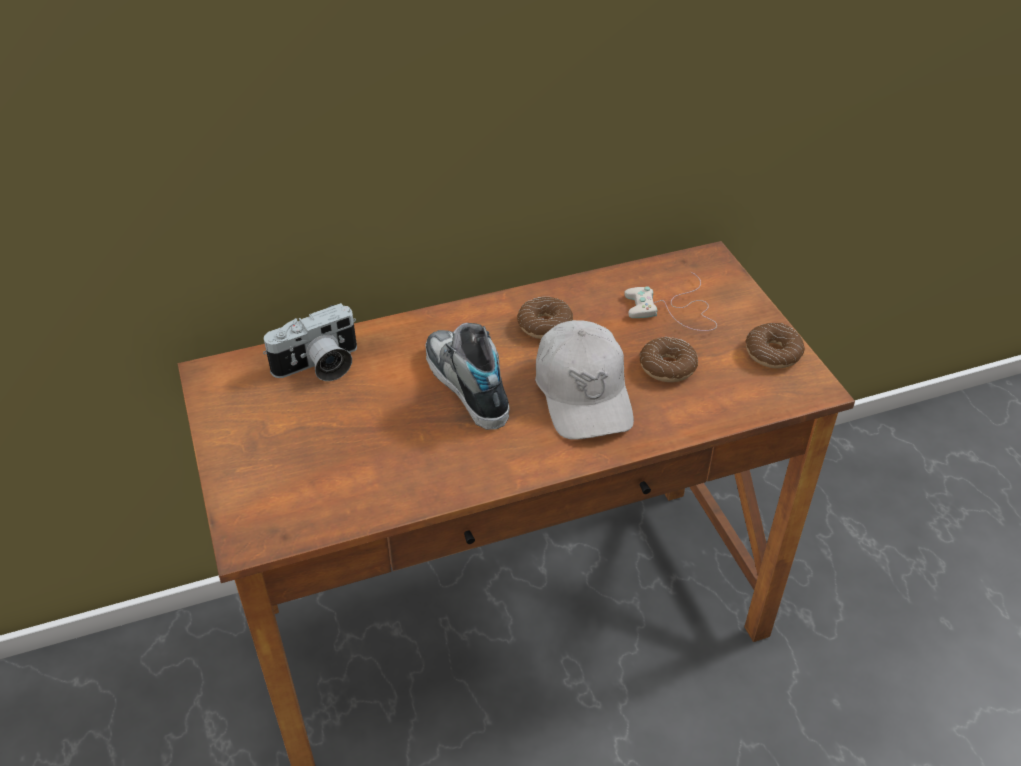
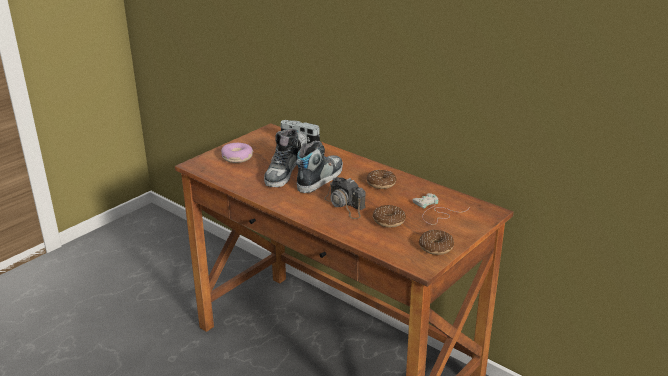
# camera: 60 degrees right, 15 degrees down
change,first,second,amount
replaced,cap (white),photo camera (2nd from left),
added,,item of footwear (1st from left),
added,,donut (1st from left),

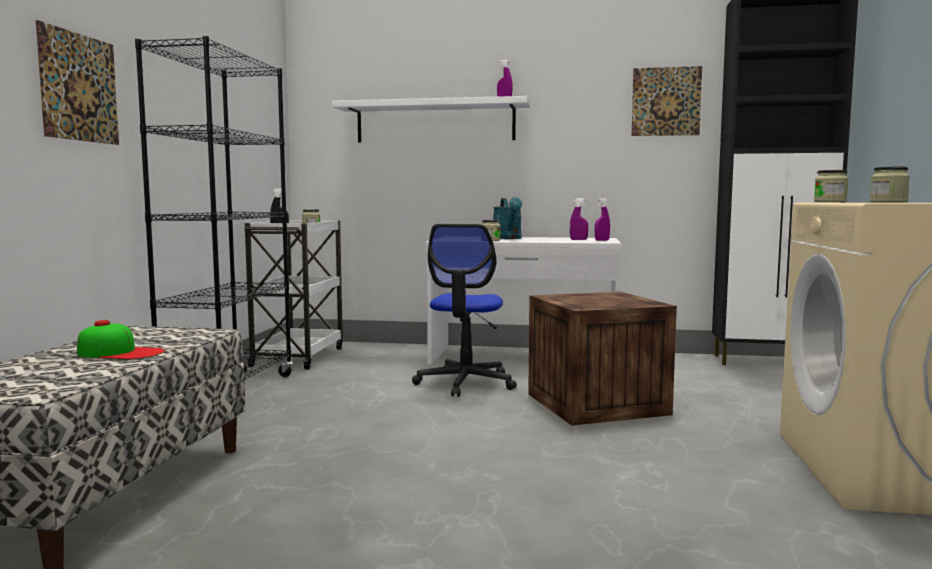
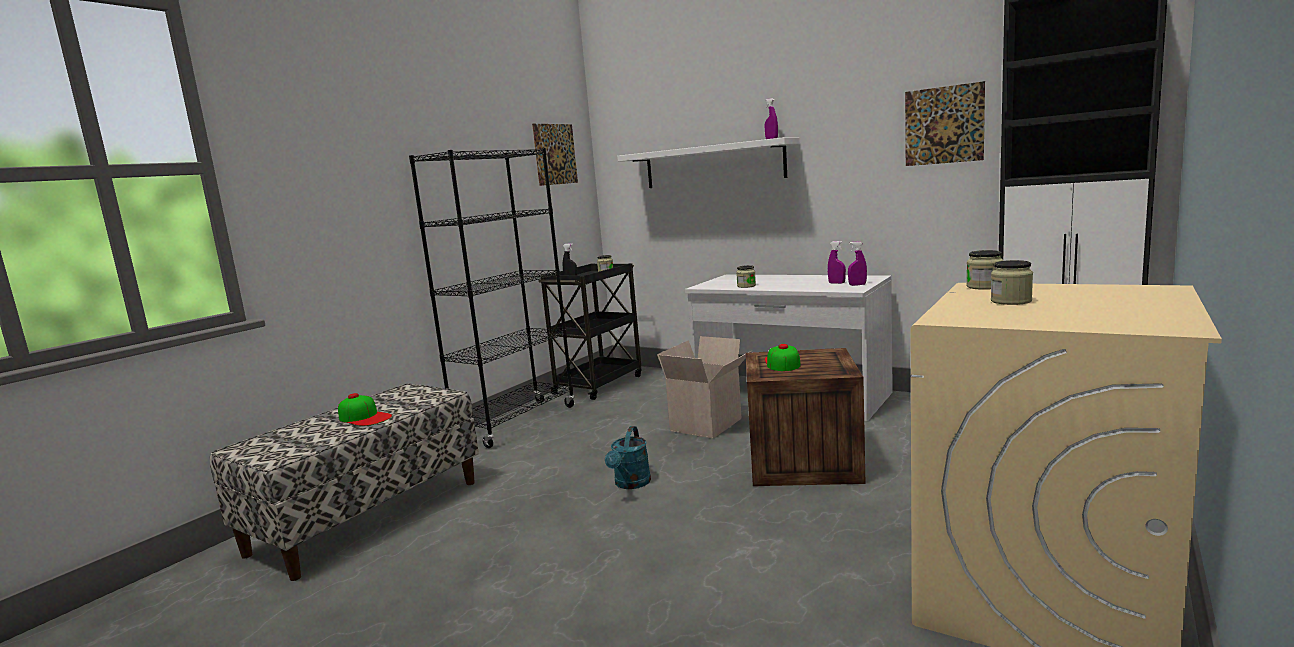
# camera: 25 degrees right, 5 degrees up
change,first,second,amount
moved,wall art (1st from left),,
moved,watering pot (turquoise-coloured),,
recoloured,cart (white),cart (black-coloured),
replaced,office chair,cardboard box,
added,,cap (2nd from left),

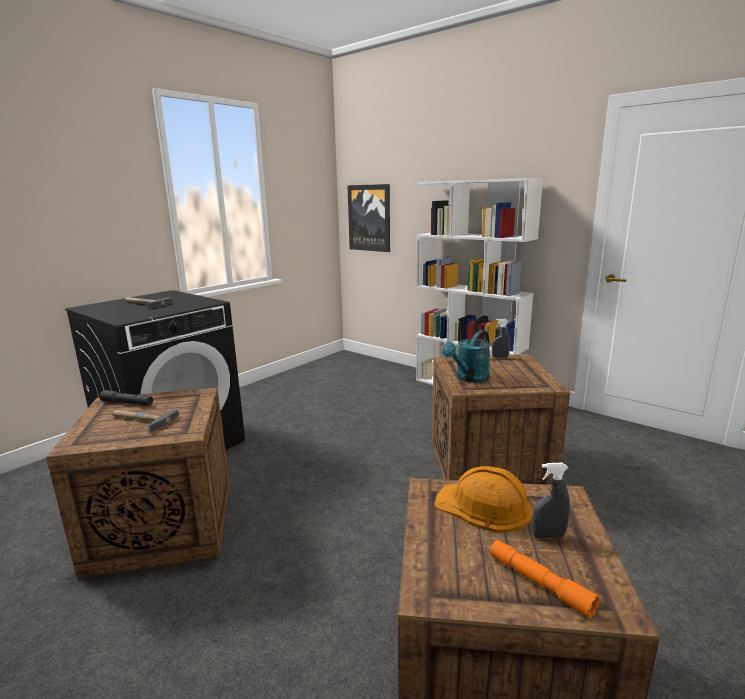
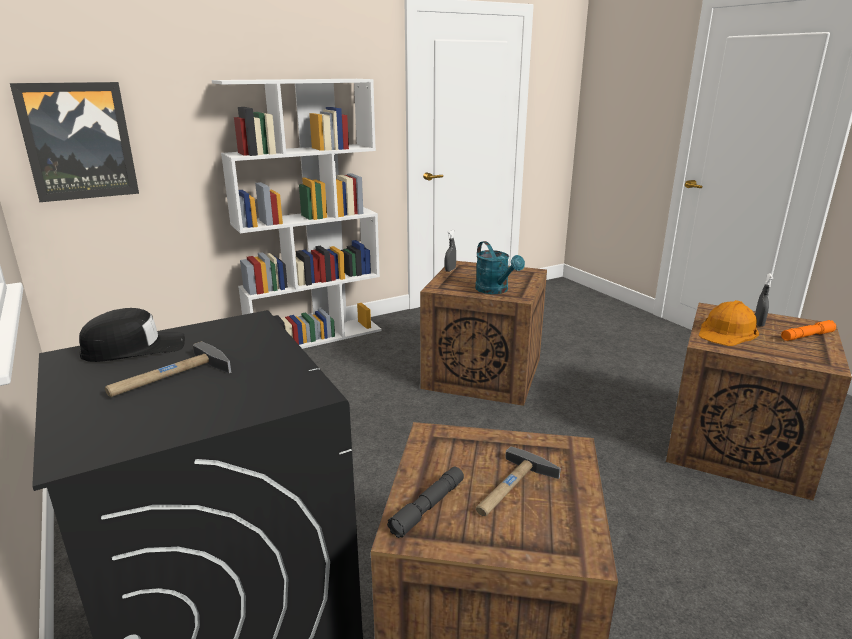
# camera: 70 degrees left, 5 degrees up
change,first,second,amount
added,,cap (black-coloured),

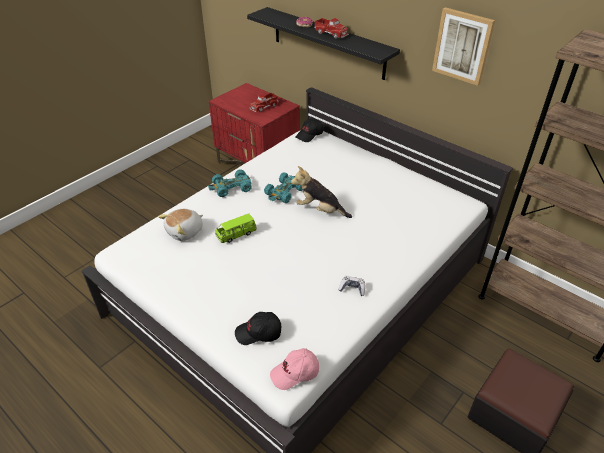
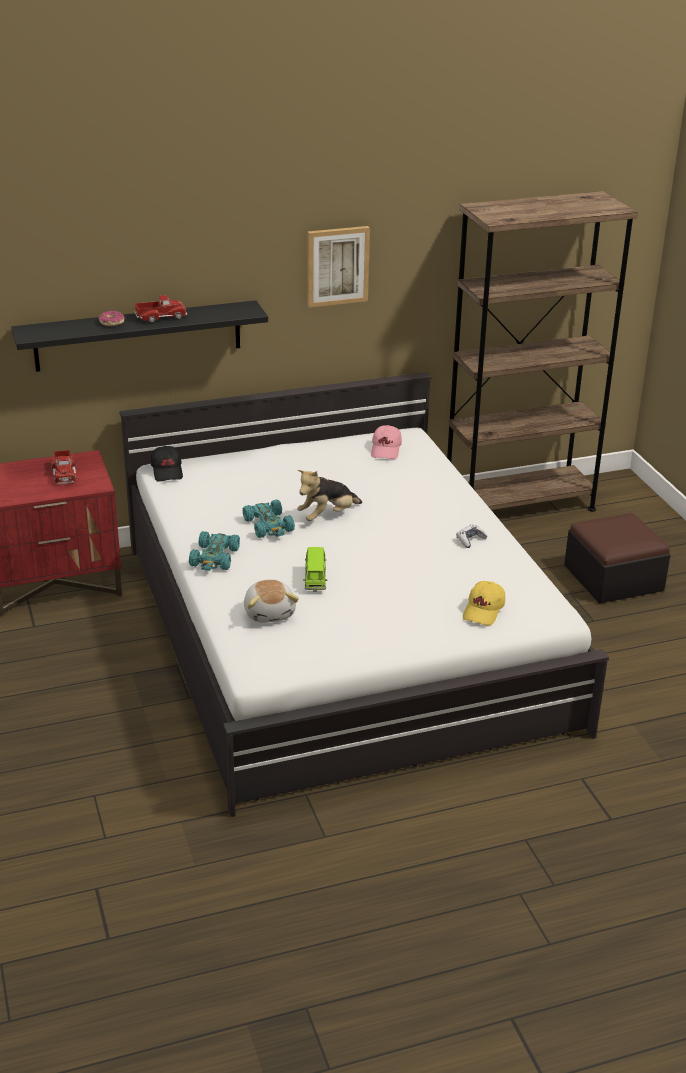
# camera: 60 degrees left, 10 degrees down
change,first,second,amount
recoloured,cap (black-coloured) (1st from left),cap (yellow-coloured),
moved,cap (pink-coloured),,

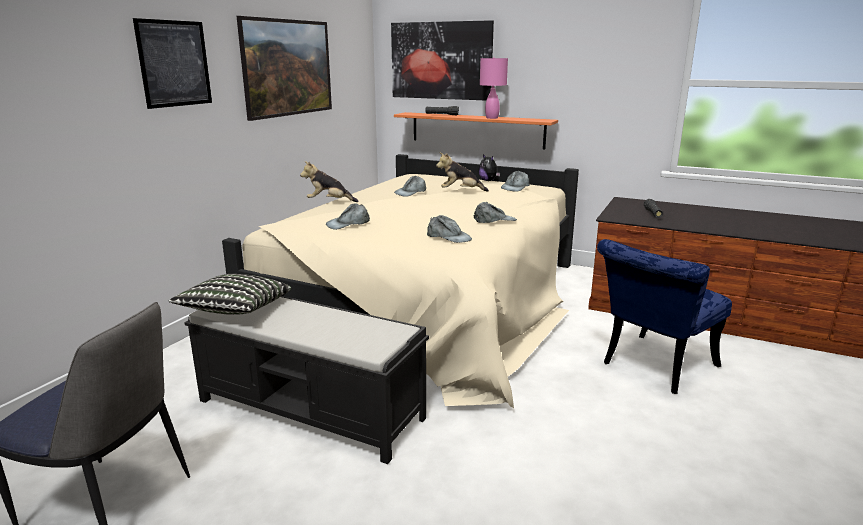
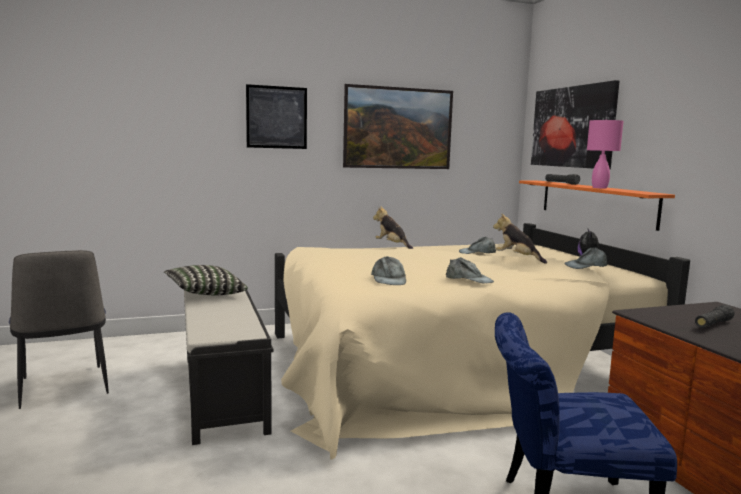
# camera: 45 degrees right, 10 degrees down
change,first,second,amount
removed,cap (gray) (1st from left),,

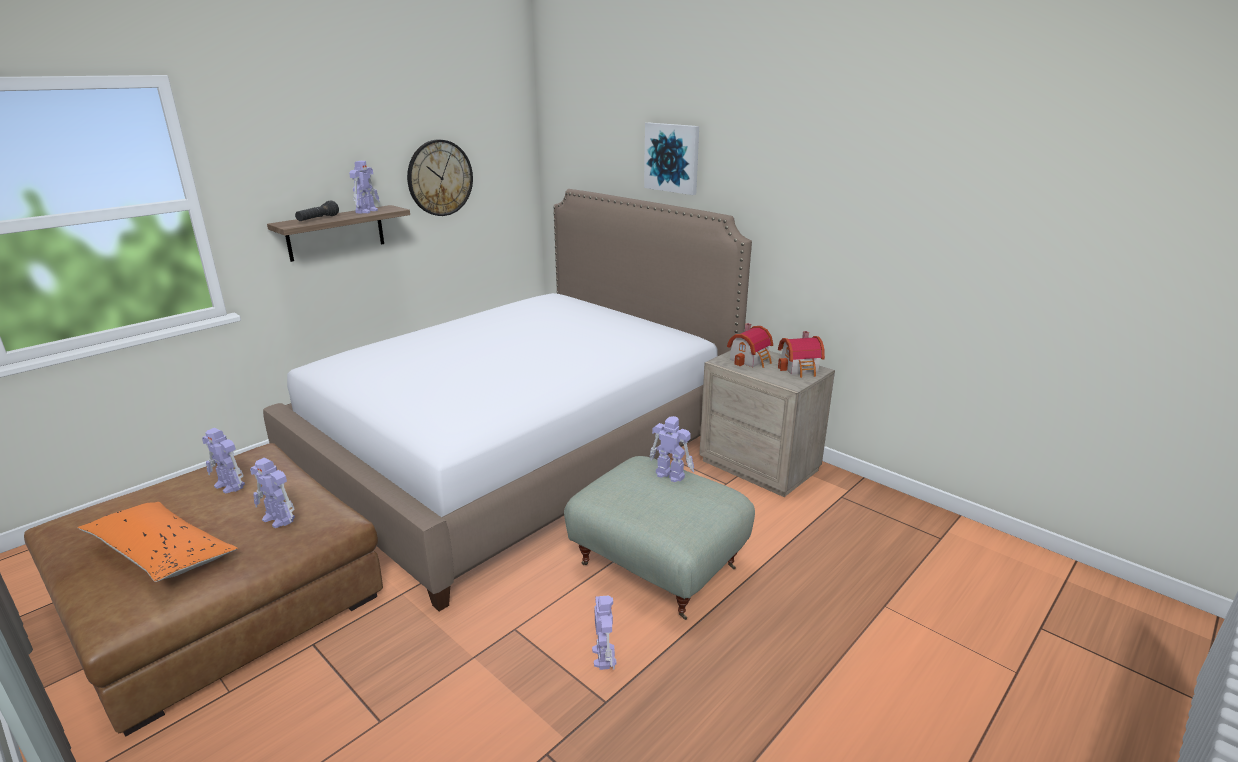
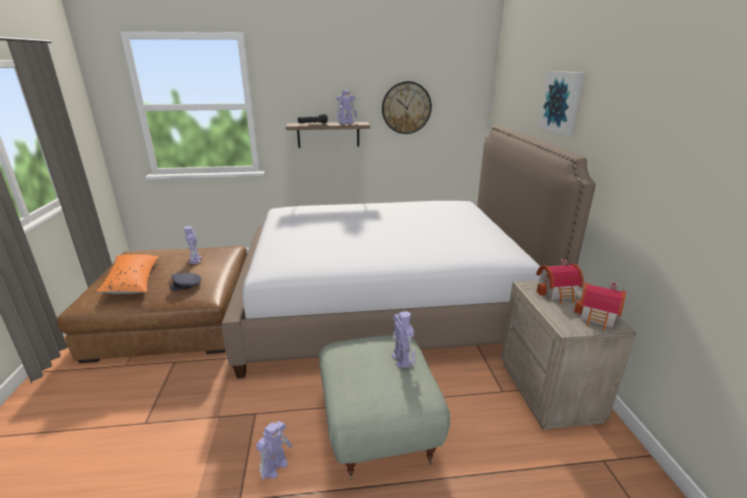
# camera: 40 degrees right, 0 degrees up
change,first,second,amount
replaced,robot figure (2nd from left),cap (gray),

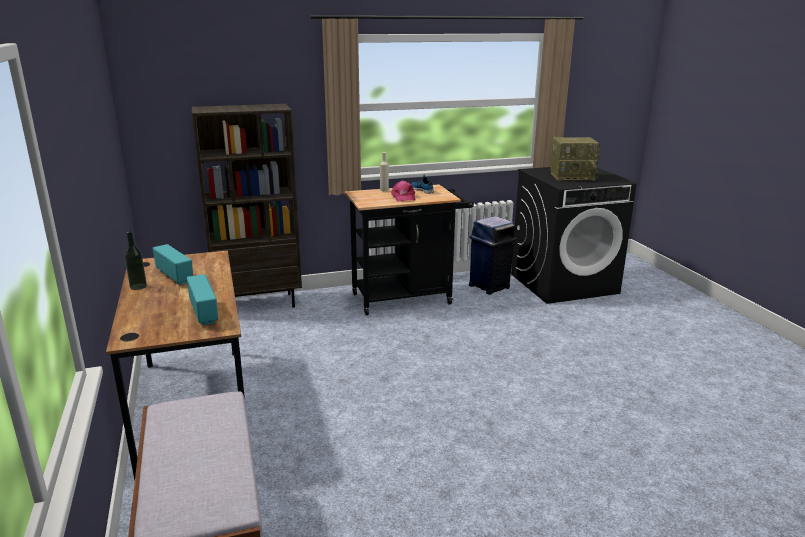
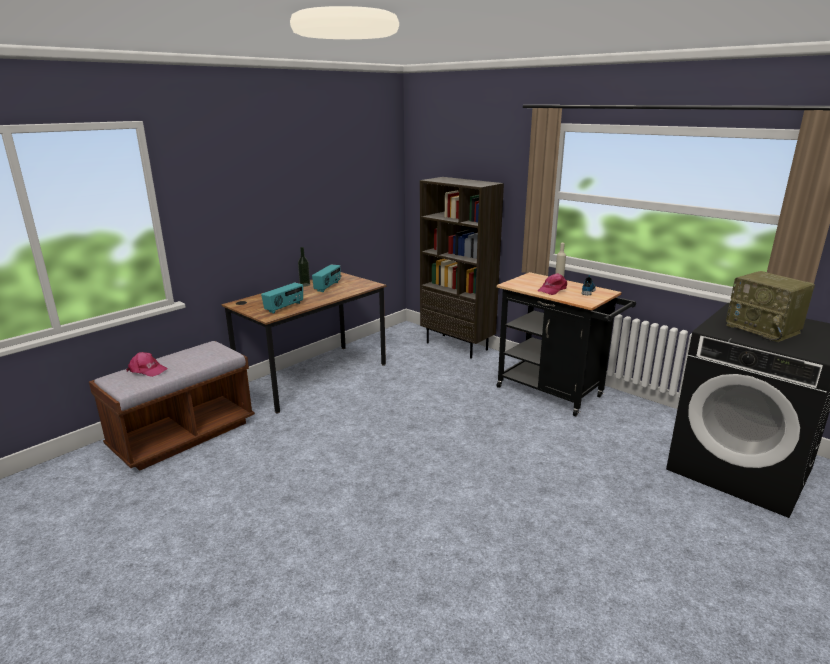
# camera: 60 degrees right, 0 degrees up
change,first,second,amount
removed,waste bin (bluish),,
added,,cap (pink-coloured) (1st from left),

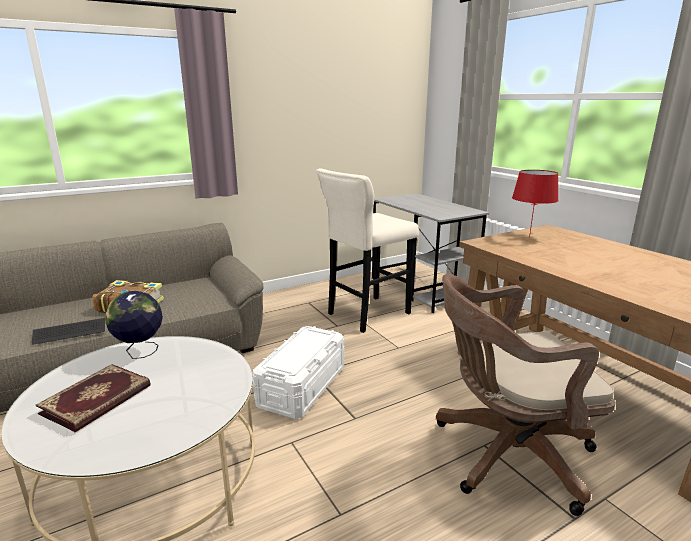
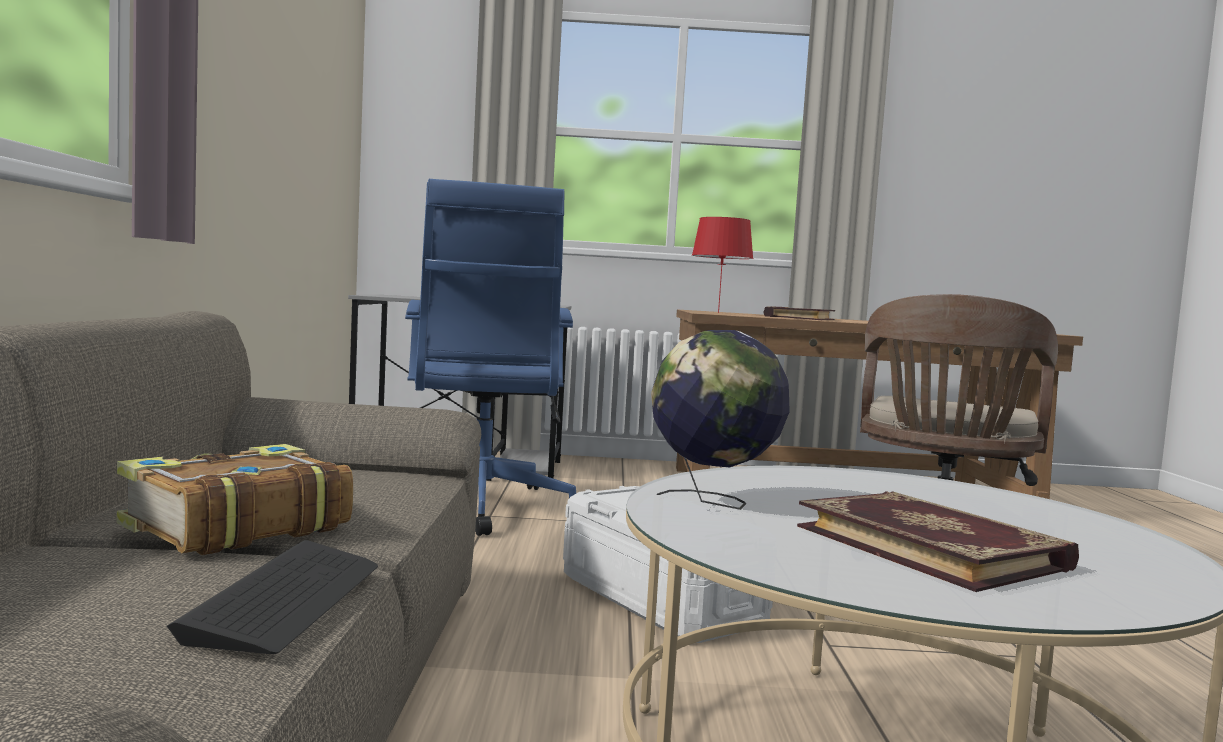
# camera: 60 degrees left, 15 degrees down
change,first,second,amount
replaced,sitting stool (beige),office chair (bluish),
added,,book (2nd from left),

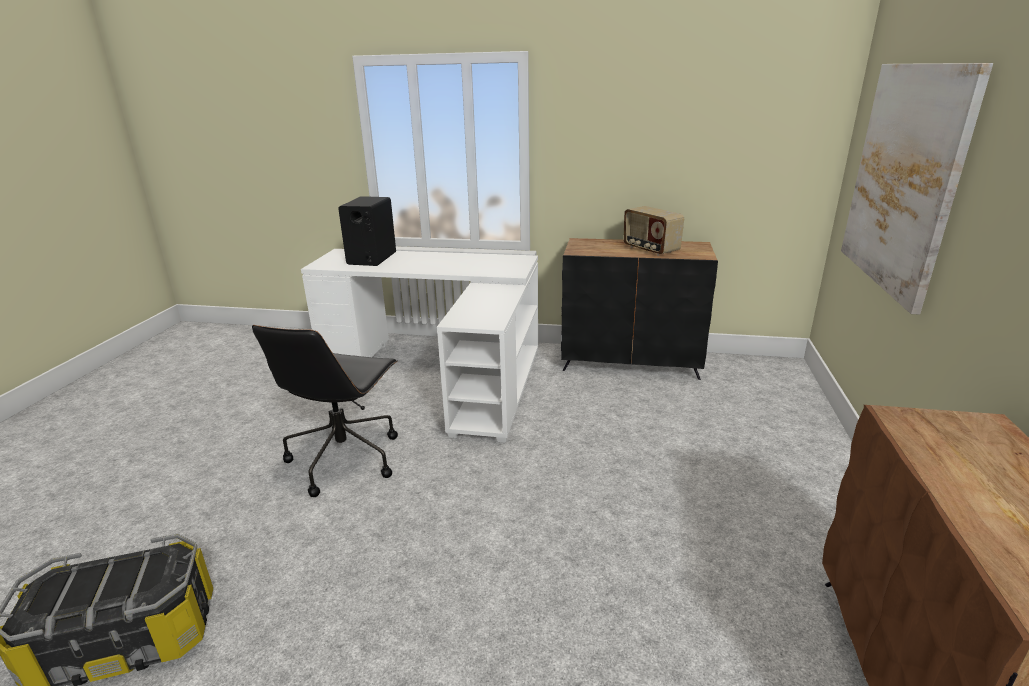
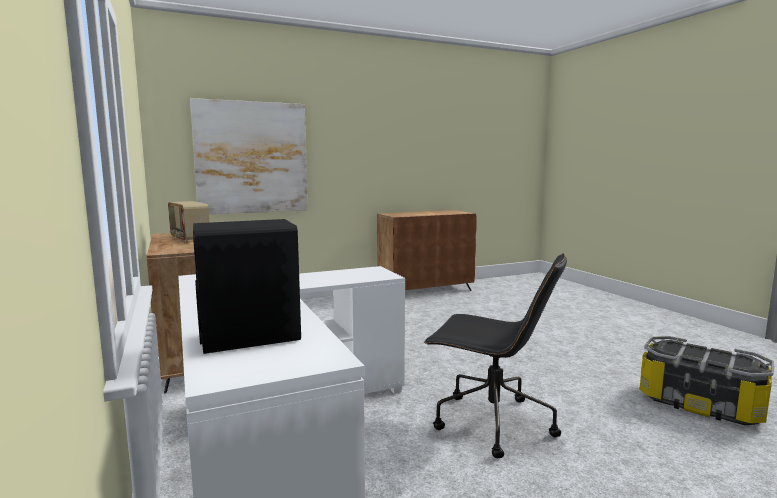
# camera: 125 degrees left, 15 degrees down
change,first,second,amount
turned,radio receiver,,120 degrees clockwise
turned,office chair (black-coloured),,45 degrees clockwise

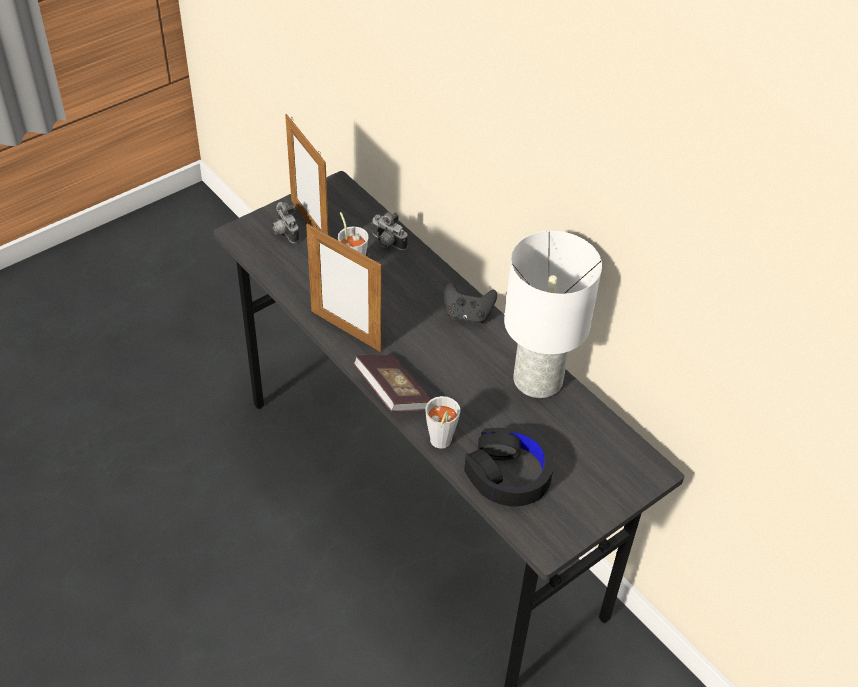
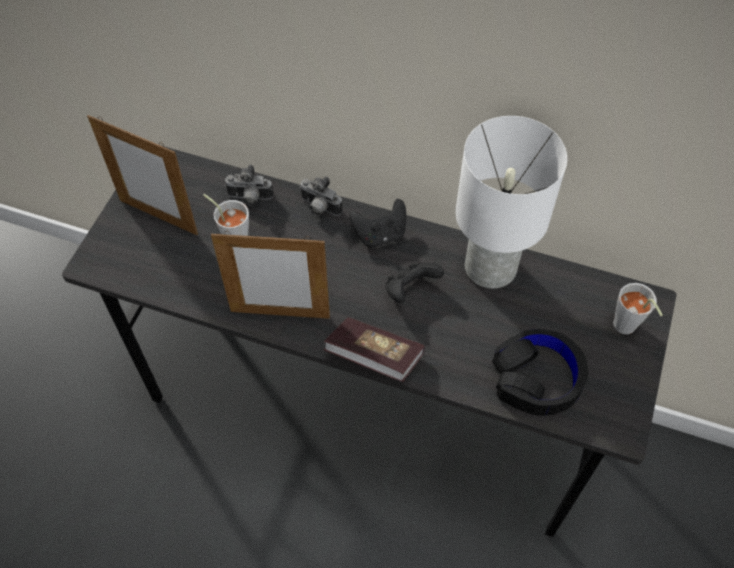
# camera: 30 degrees left, 10 degrees up
change,first,second,amount
moved,photo camera (1st from left in the first image),photo camera (2nd from left),
moved,drinking cup (gray) (2nd from left),,
added,,gamepad (black-coloured) (2nd from left),

